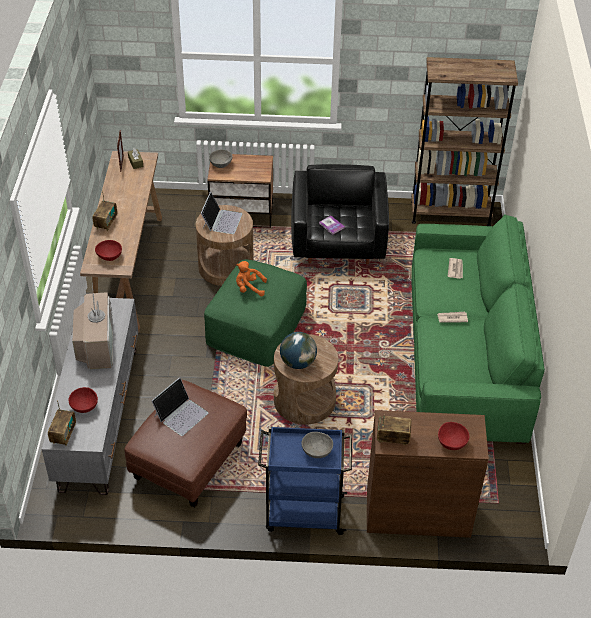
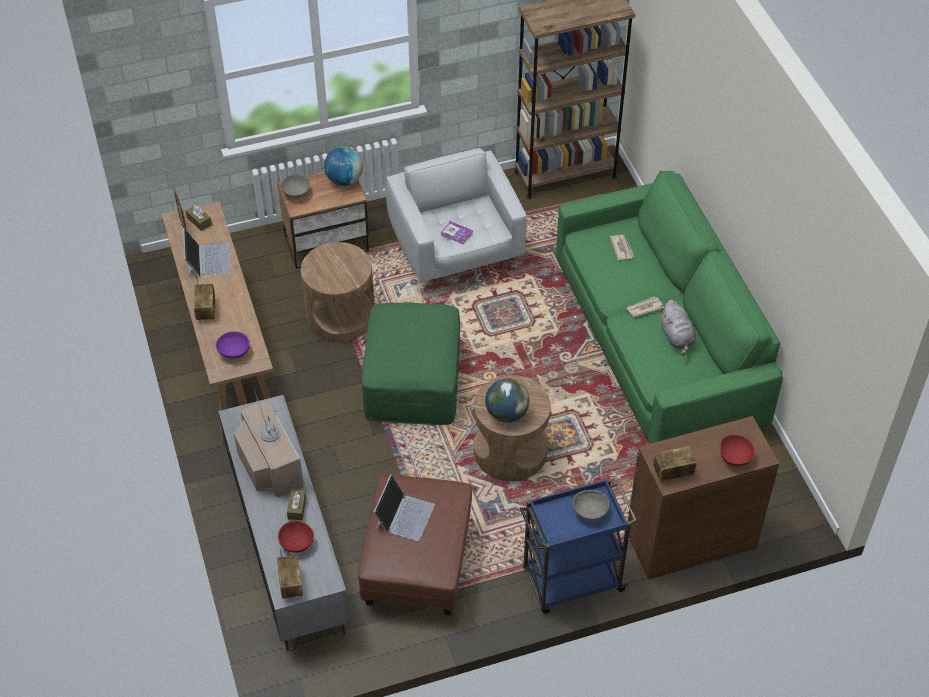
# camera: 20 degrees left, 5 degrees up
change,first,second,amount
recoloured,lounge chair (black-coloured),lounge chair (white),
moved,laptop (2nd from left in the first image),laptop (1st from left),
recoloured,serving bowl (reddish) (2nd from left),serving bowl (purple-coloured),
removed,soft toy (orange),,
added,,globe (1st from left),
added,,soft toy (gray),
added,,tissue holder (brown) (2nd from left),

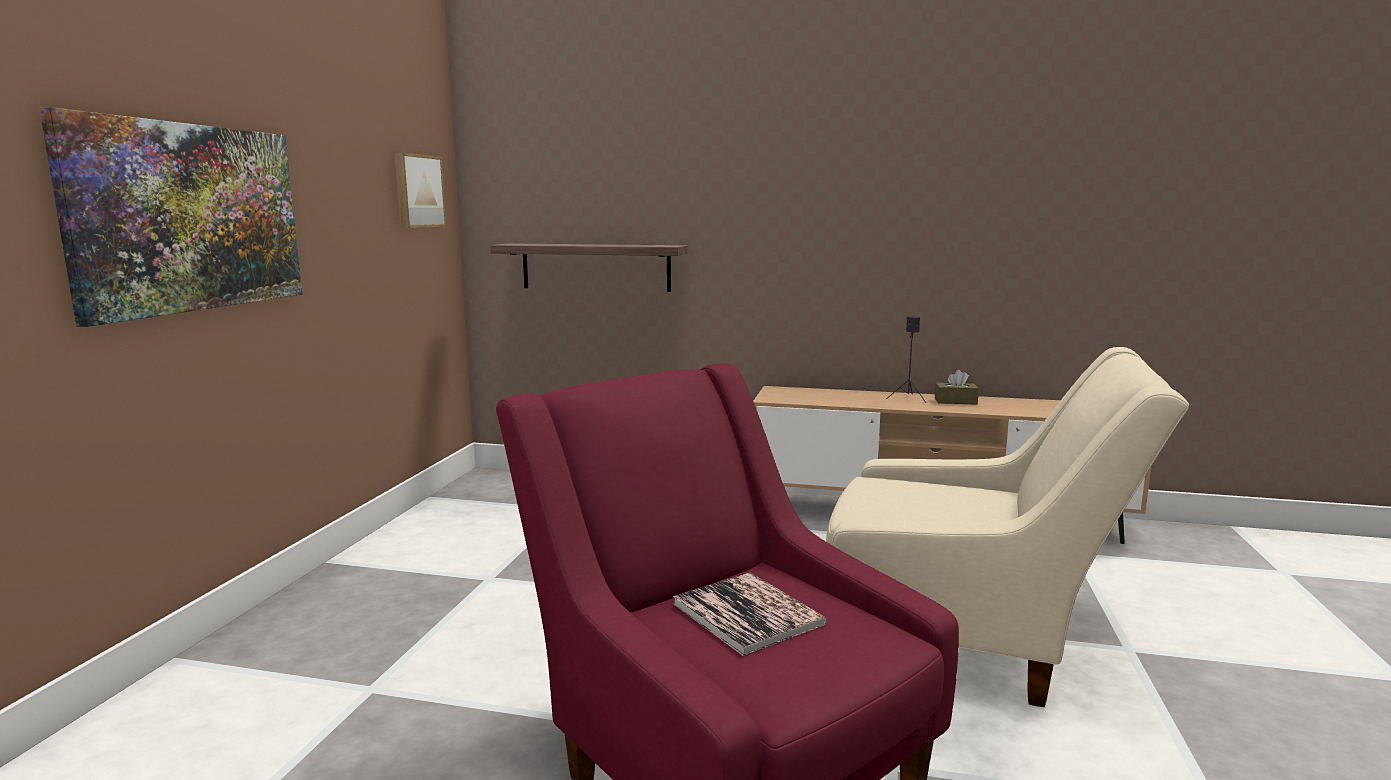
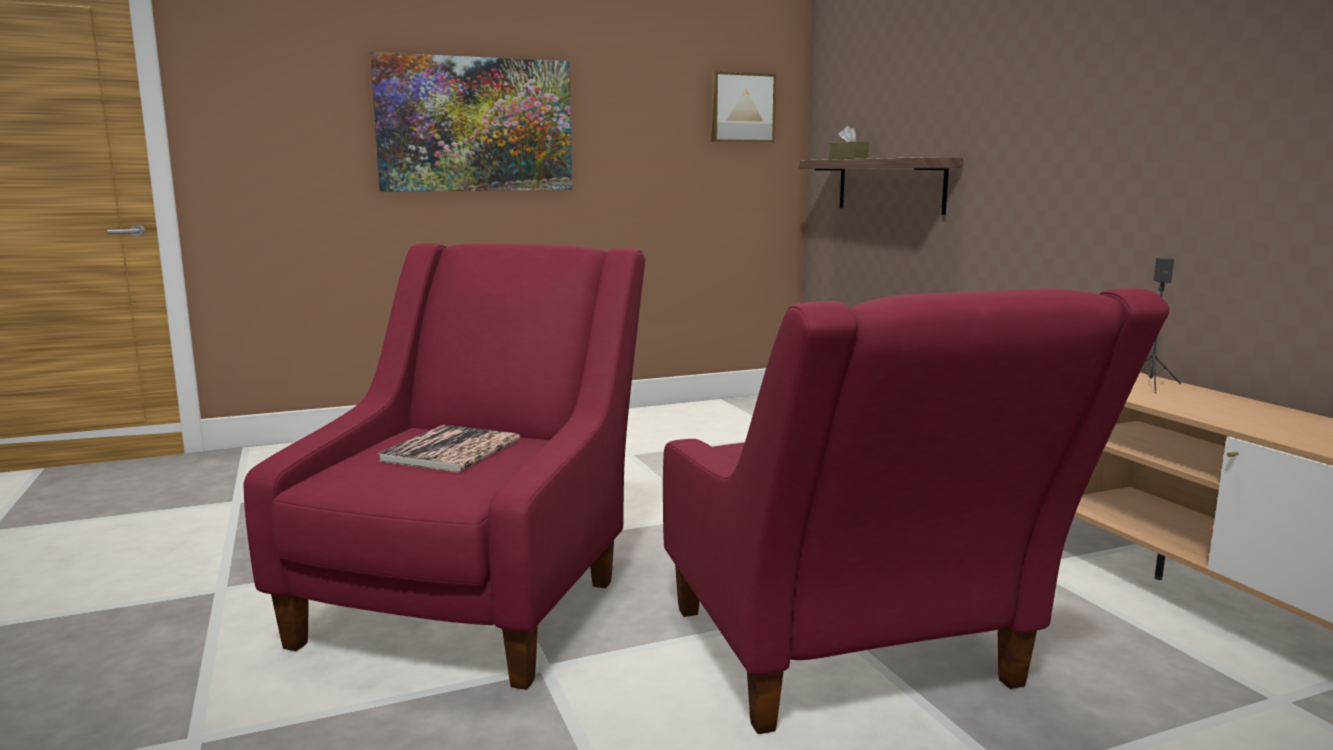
# camera: 55 degrees right, 0 degrees up
change,first,second,amount
recoloured,lounge chair (beige),lounge chair (reddish) (2nd from left),
moved,tissue holder (brown),,

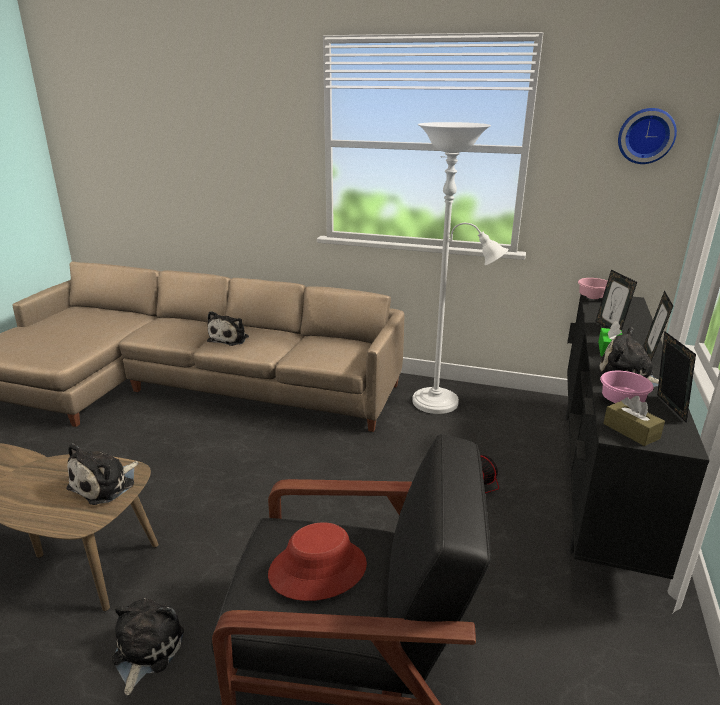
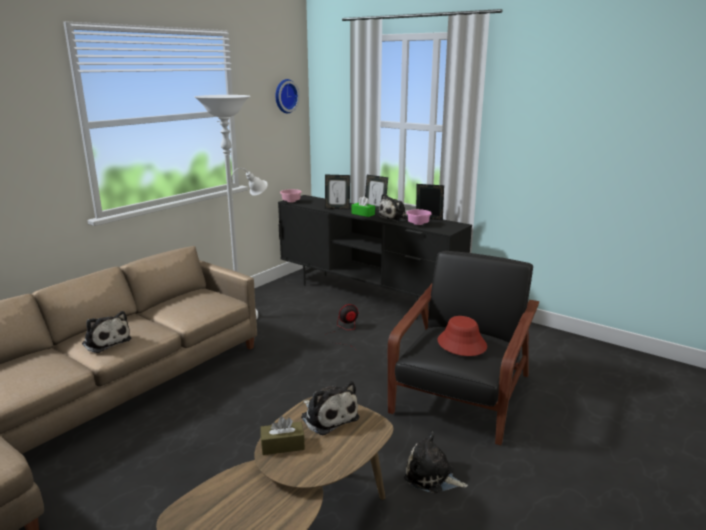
# camera: 70 degrees left, 5 degrees down
change,first,second,amount
moved,tissue holder (brown),,

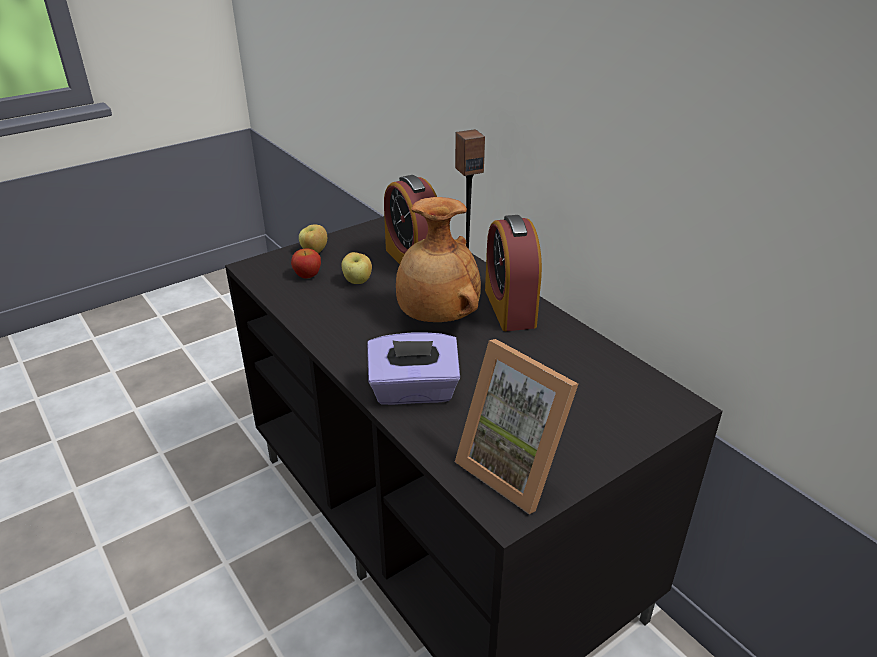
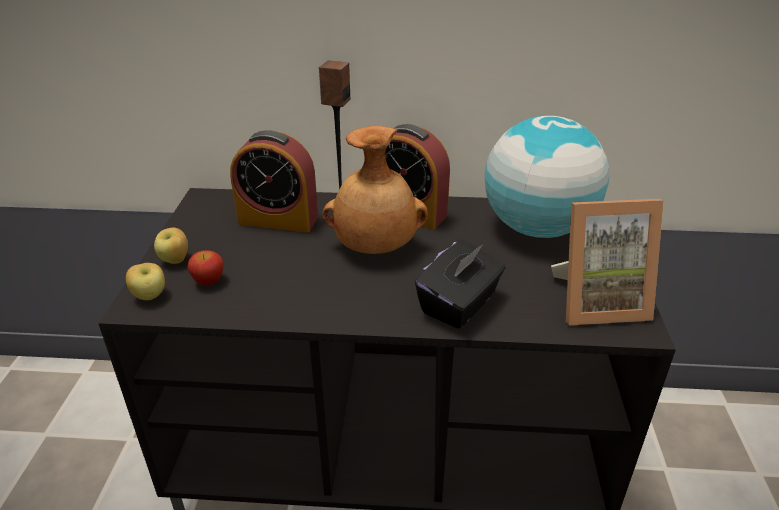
# camera: 50 degrees left, 0 degrees up
change,first,second,amount
moved,apple (3rd from left in the first image),apple (1st from left),
recoloured,tissue holder (purple-coloured),tissue holder (black-coloured),
added,,globe,

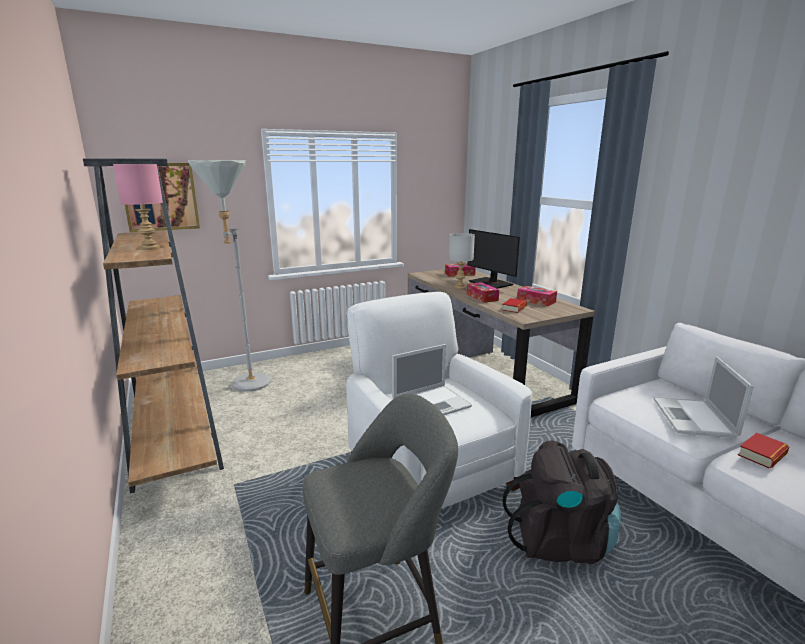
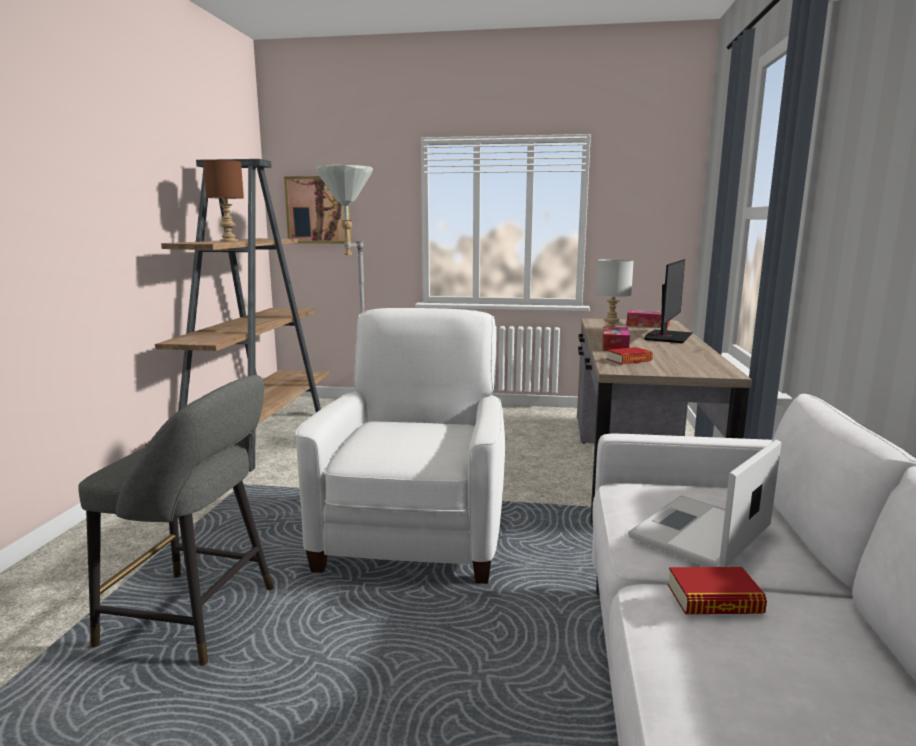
# camera: 35 degrees right, 5 degrees down
change,first,second,amount
recoloured,table lamp (pink-coloured),table lamp (brown),
turned,monitor,,150 degrees counterclockwise
removed,tissue holder (3rd from left),,
removed,laptop (1st from left),,
removed,knapsack (black-coloured),,

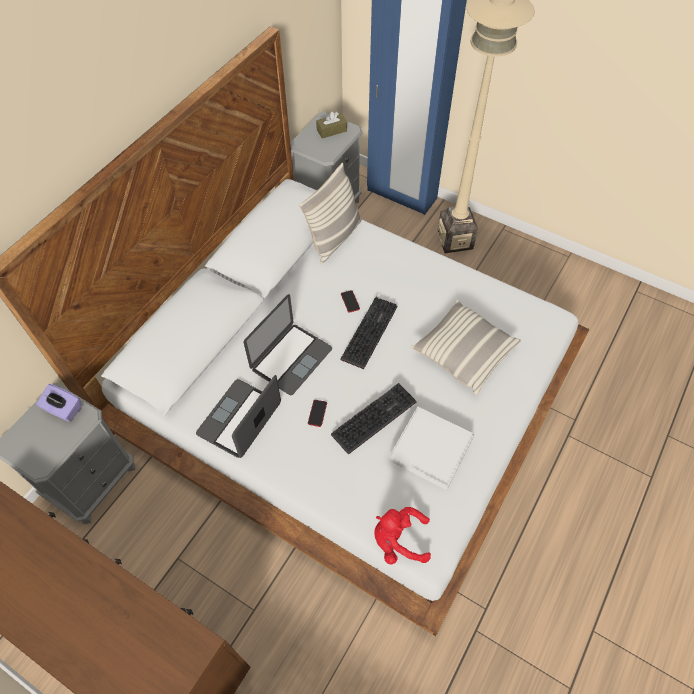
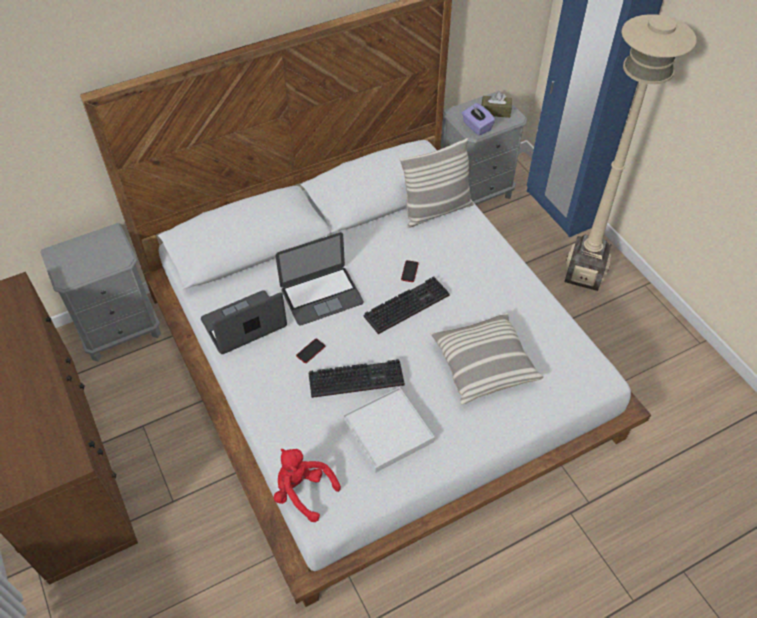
# camera: 30 degrees right, 5 degrees down
change,first,second,amount
moved,tissue holder (purple-coloured),,

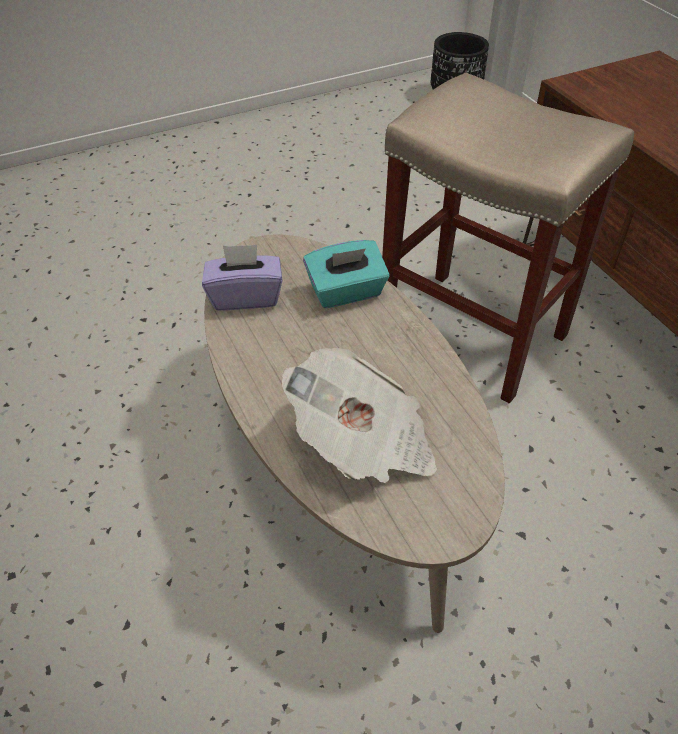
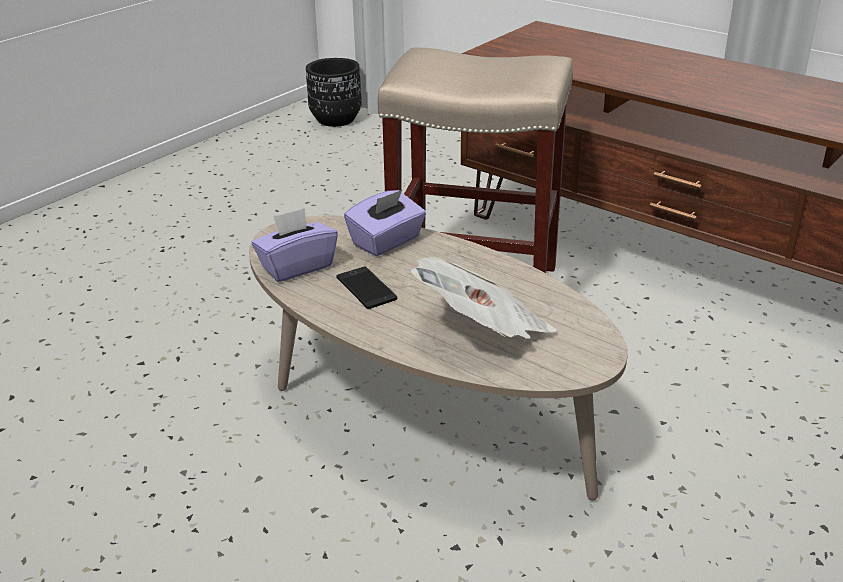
# camera: 25 degrees left, 15 degrees down
change,first,second,amount
recoloured,tissue holder (turquoise-coloured),tissue holder (purple-coloured) (2nd from left),
added,,phone,

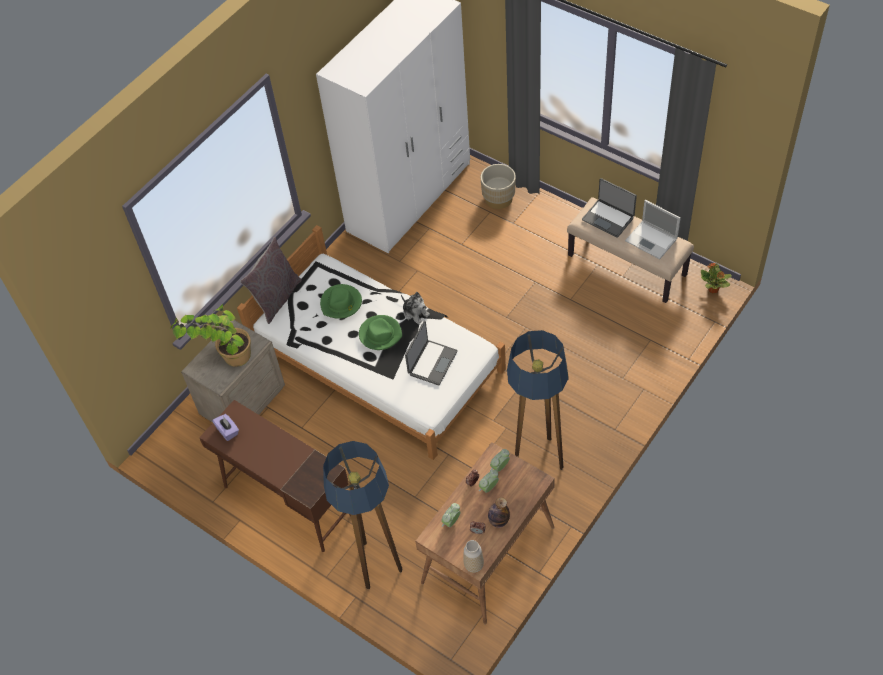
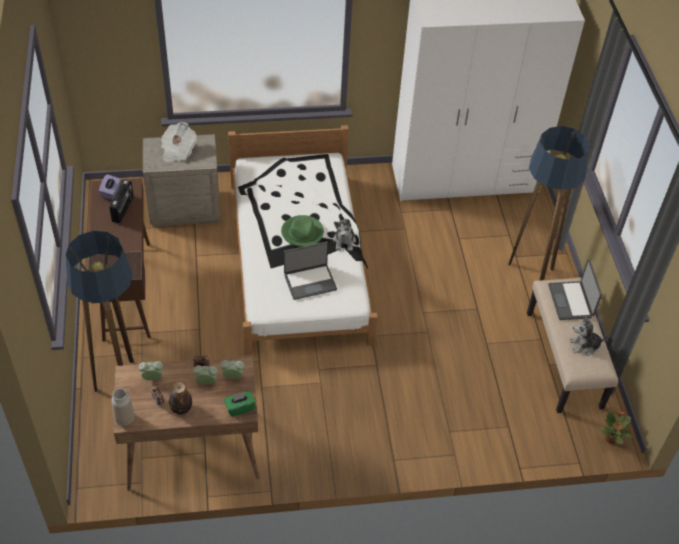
# camera: 40 degrees right, 5 degrees down
change,first,second,amount
removed,plant pot (beige),,
replaced,laptop (3rd from left),soft toy (2nd from left),
removed,pillow (gray),,
removed,hat (greenish) (1st from left),,
replaced,houseplant (1st from left),printed paper,
moved,standard lamp (2nd from left),,
added,,radio receiver,
added,,tissue holder (greenish),

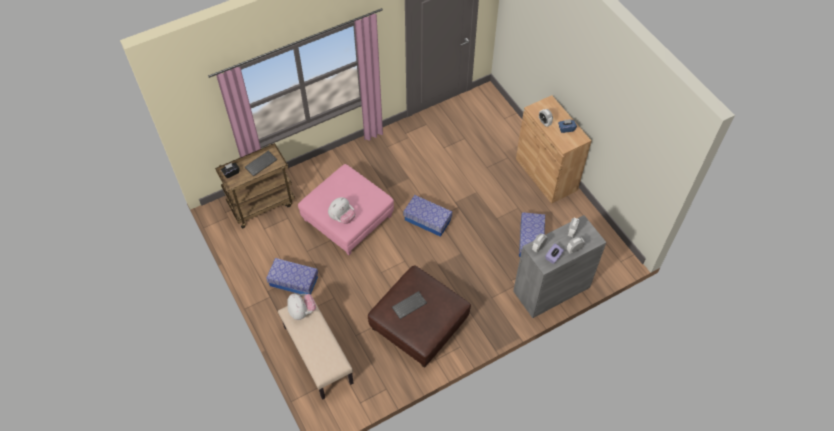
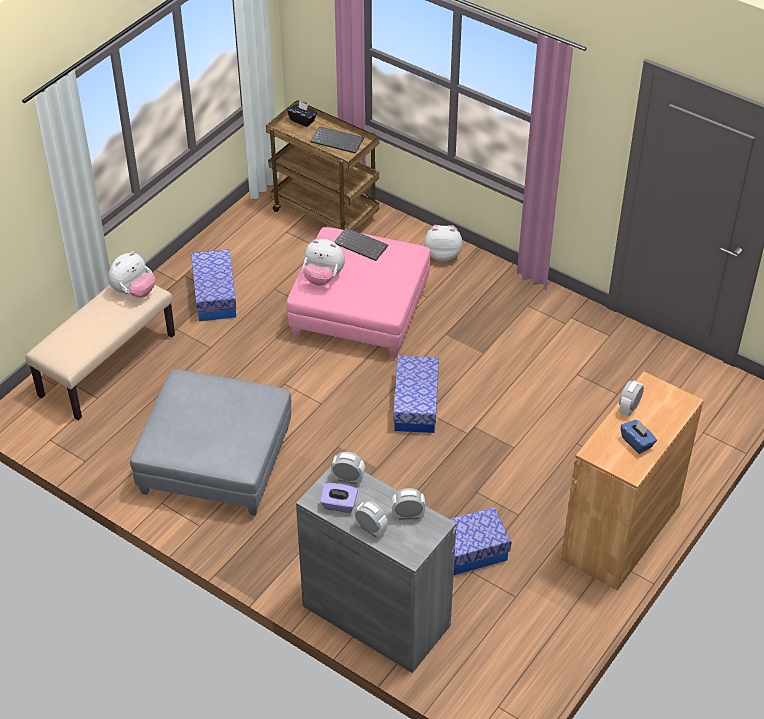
# camera: 65 degrees right, 10 degrees down
change,first,second,amount
recoloured,ottoman (brown),ottoman (gray),
moved,keyboard (2nd from left),,
added,,soft toy (3rd from left),

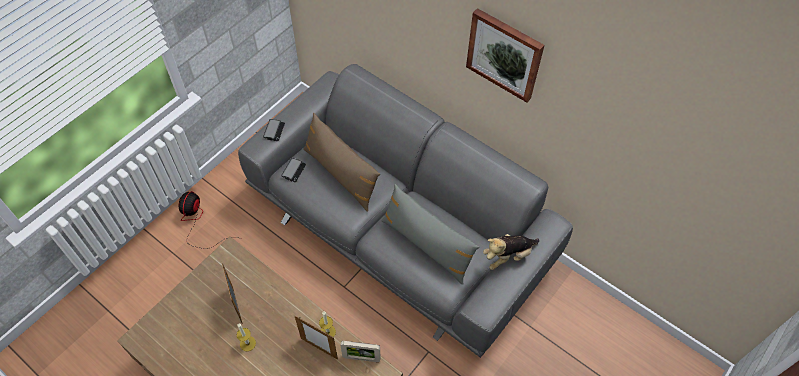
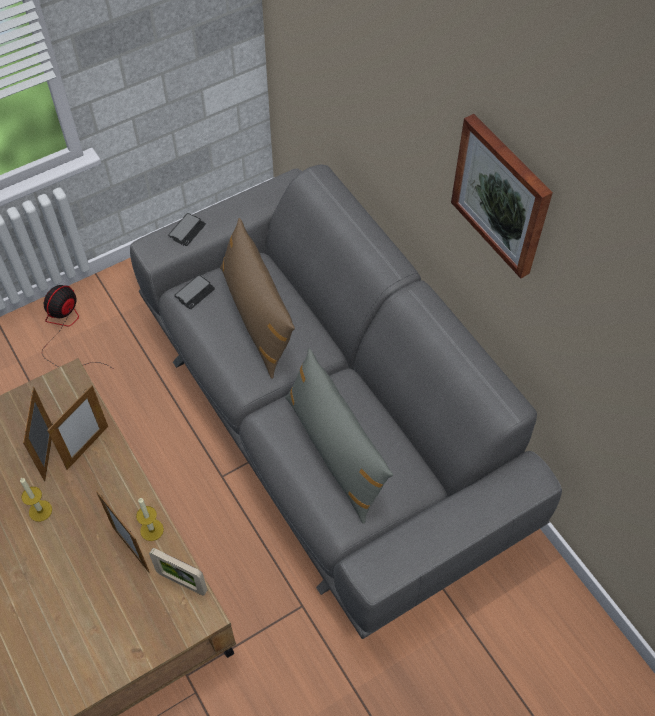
# camera: 20 degrees right, 0 degrees up
change,first,second,amount
removed,soft toy,,
added,,photo frame (2nd from left),

